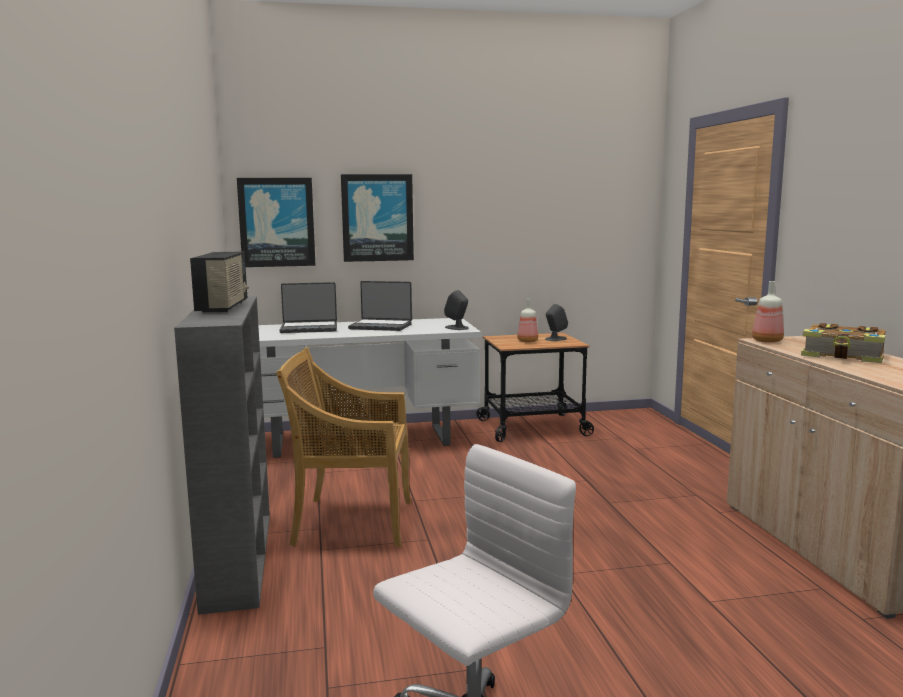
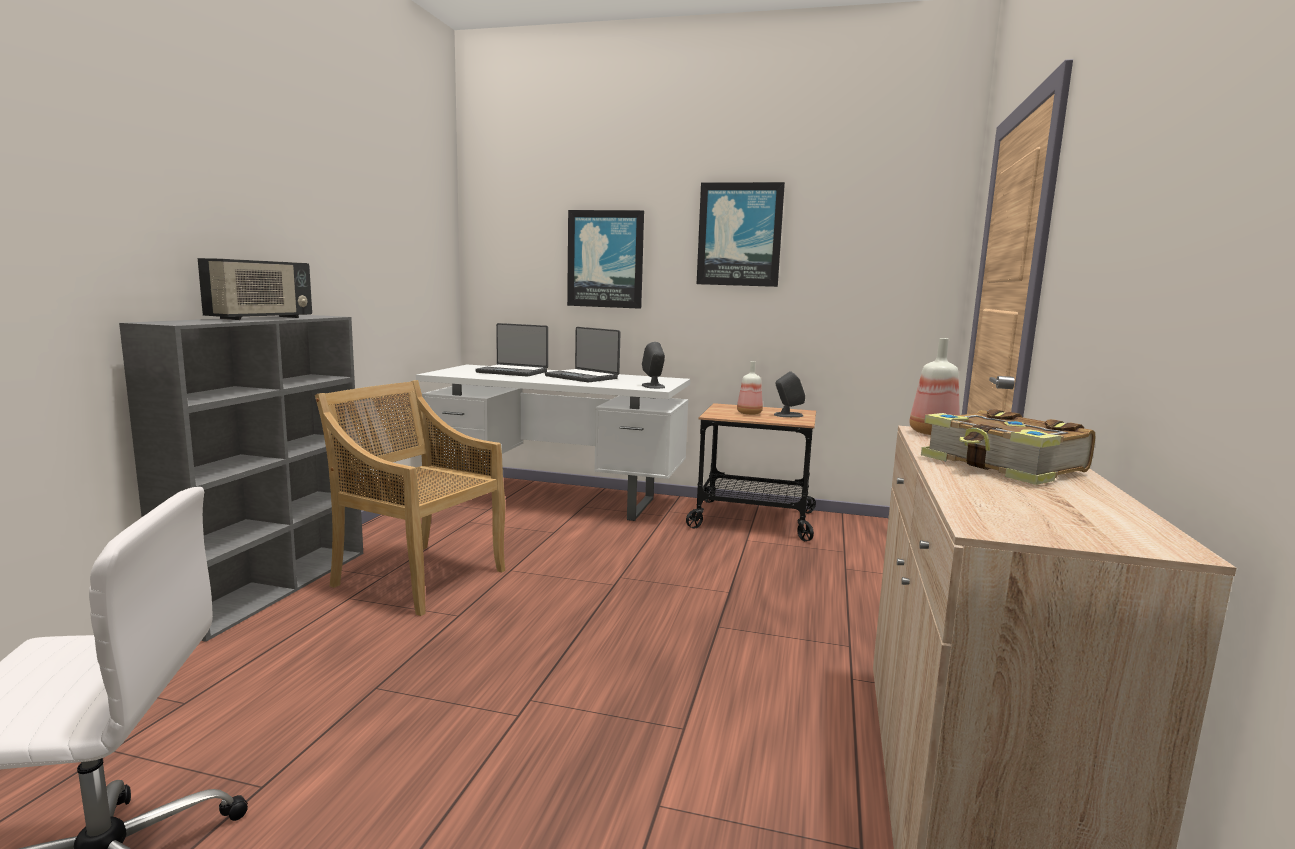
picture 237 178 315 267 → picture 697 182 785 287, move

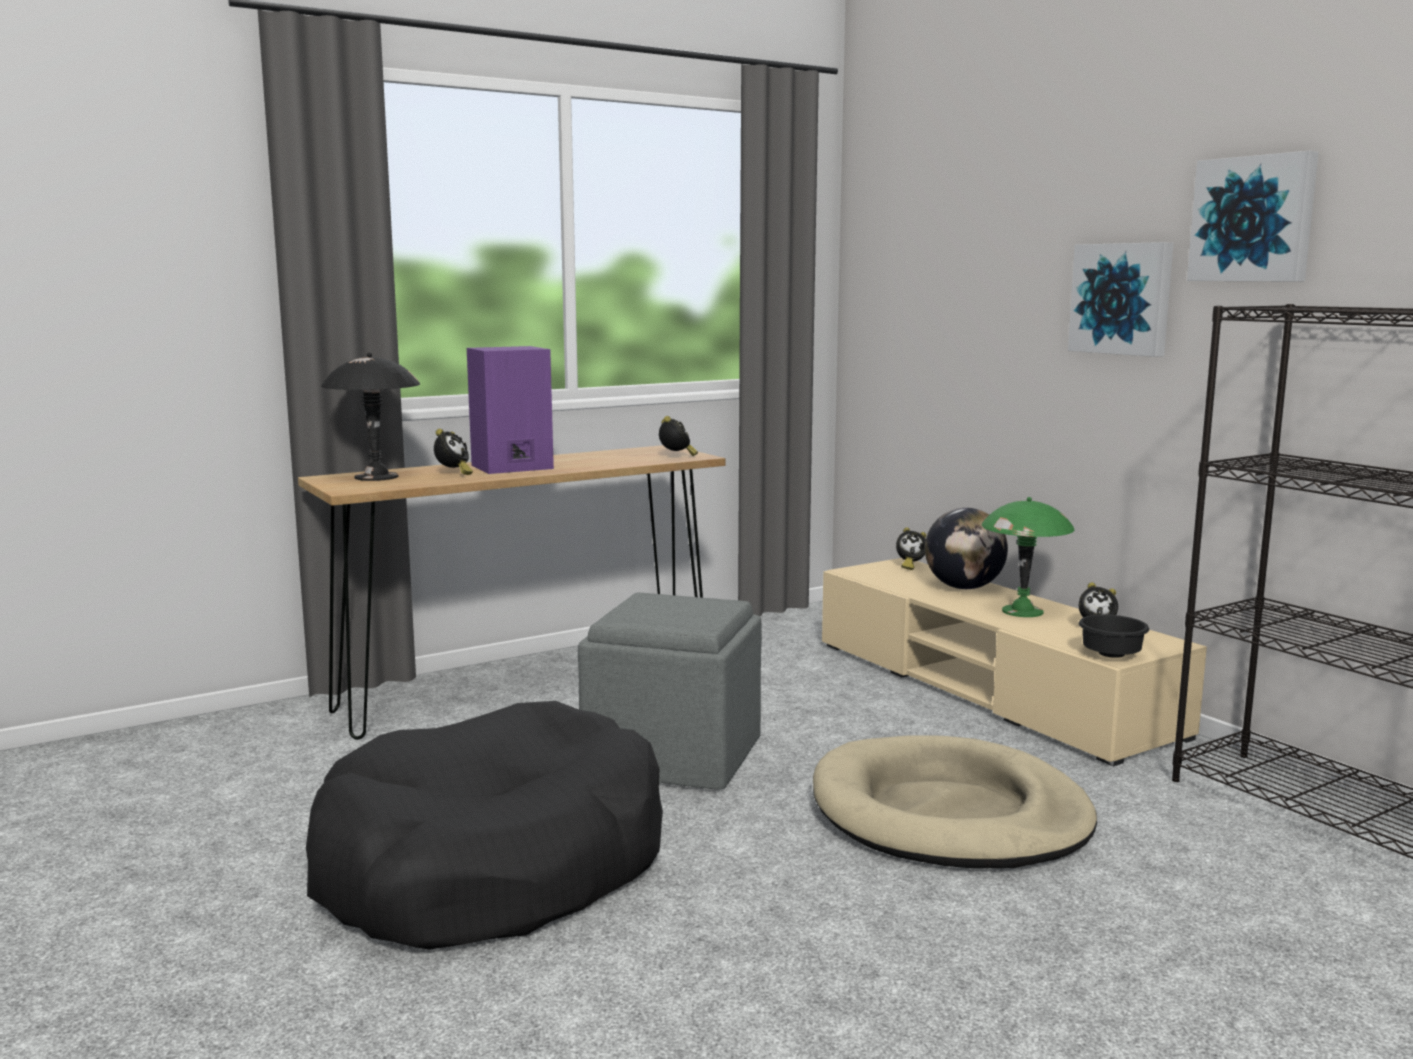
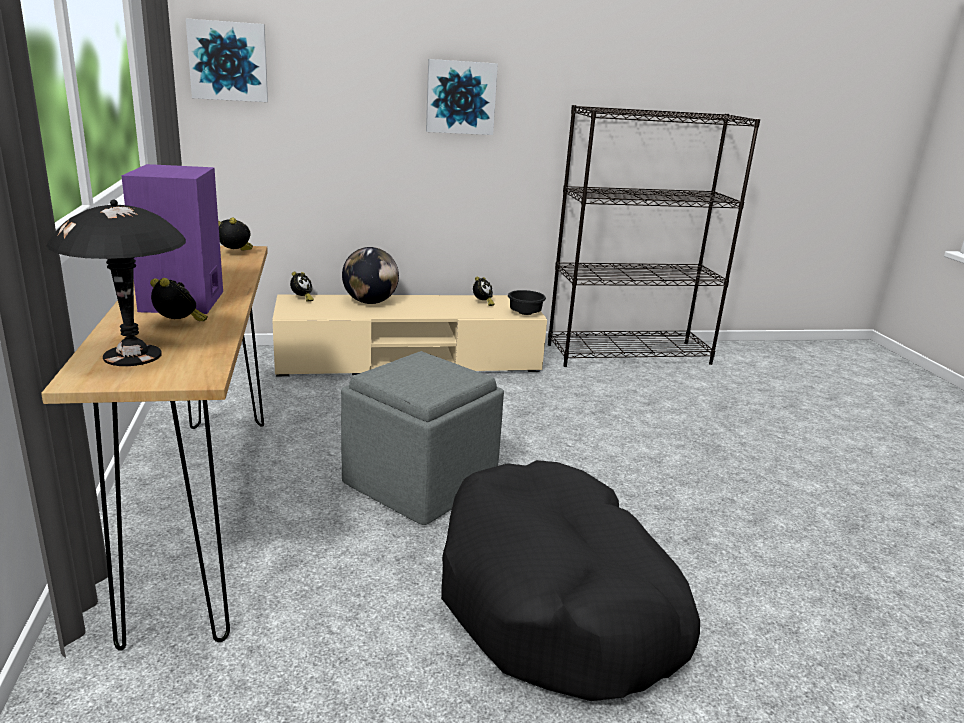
dog bed (beige) 813 735 1097 869 → -
table lamp (green) 982 497 1075 617 → -
picture 1187 151 1318 282 → picture 186 18 268 102, move

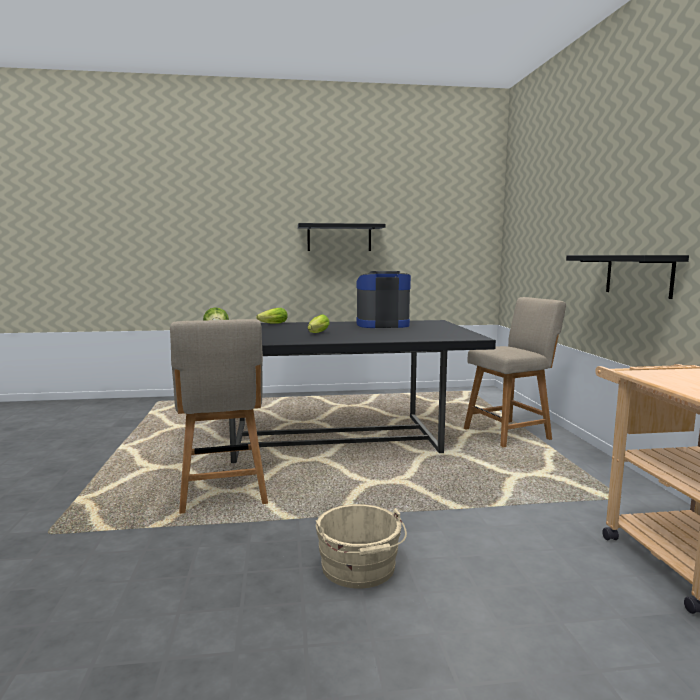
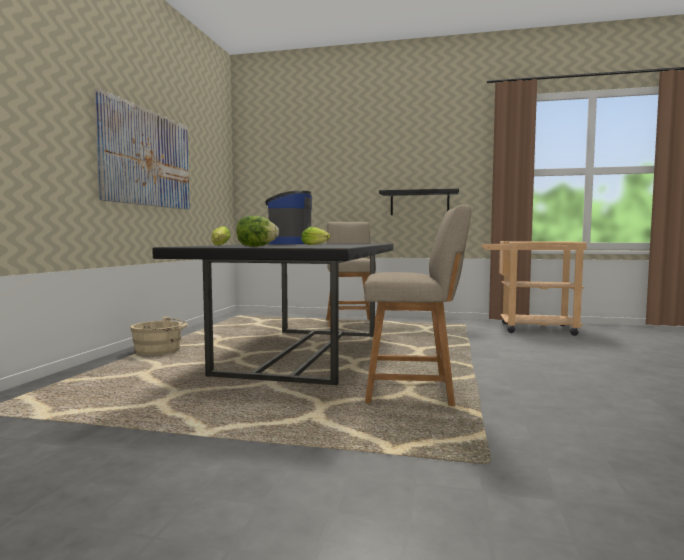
shelf (black) 298 223 385 251 → picture 94 88 190 210
bucket (beige) 316 504 407 589 → bucket (beige) 130 317 188 355, move

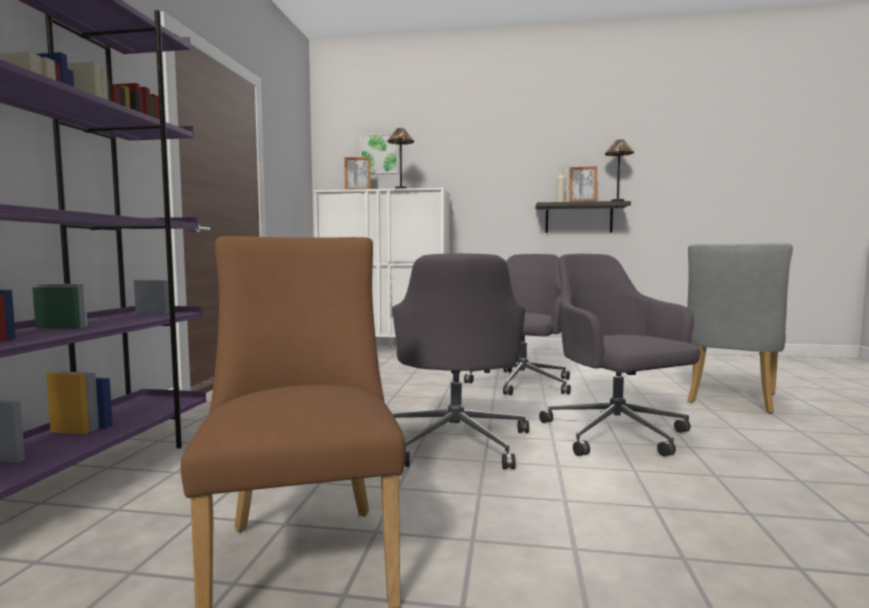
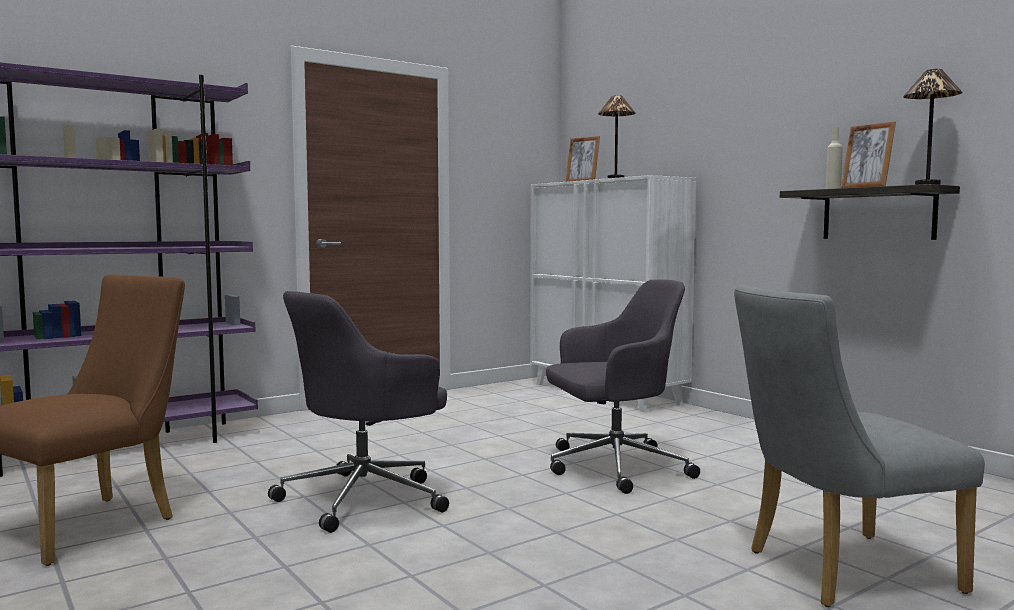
picture 360 133 399 174 → -
office chair (grey) 539 254 700 456 → -

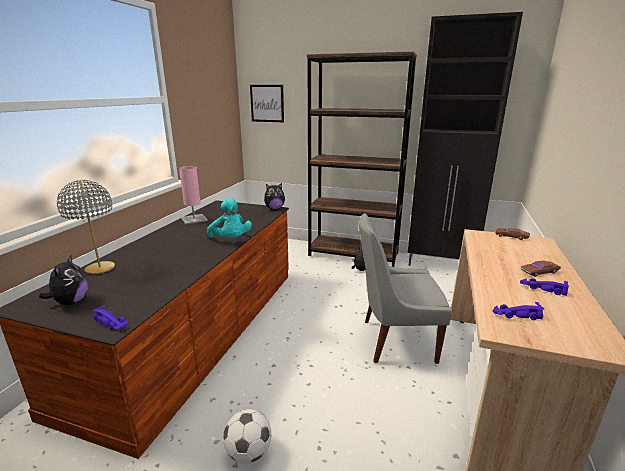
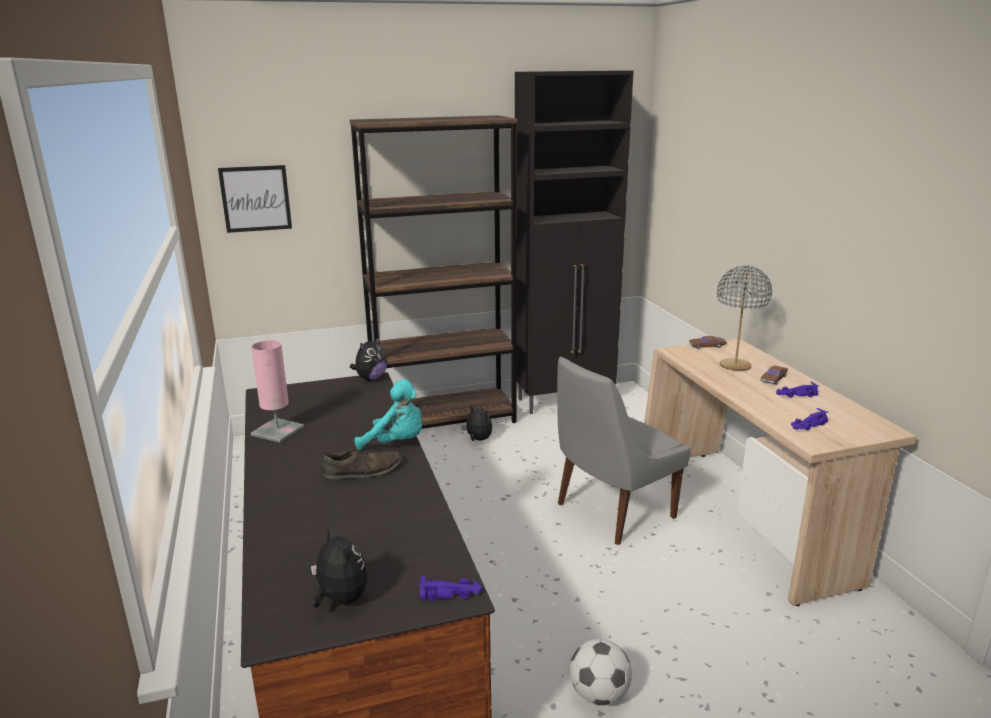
table lamp (grey) 57 180 115 274 → table lamp (grey) 717 265 772 371, move
- → shoe (brown) 322 448 402 480

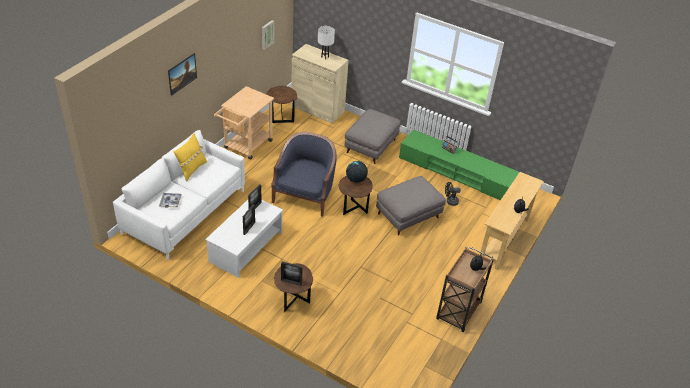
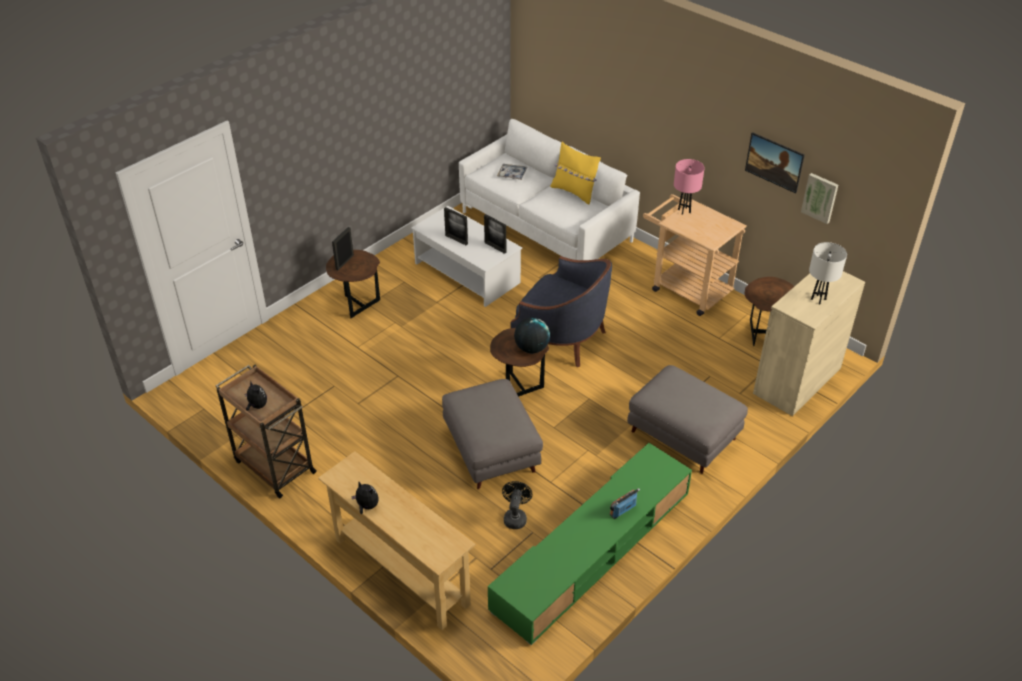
picture 168 53 197 96 → picture 745 132 805 193, move
- → table lamp (pink) 674 159 705 215

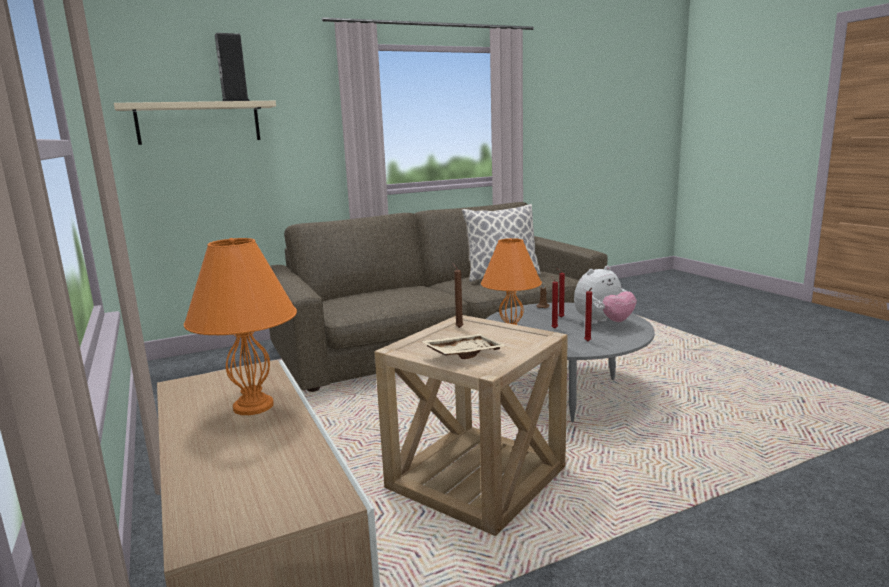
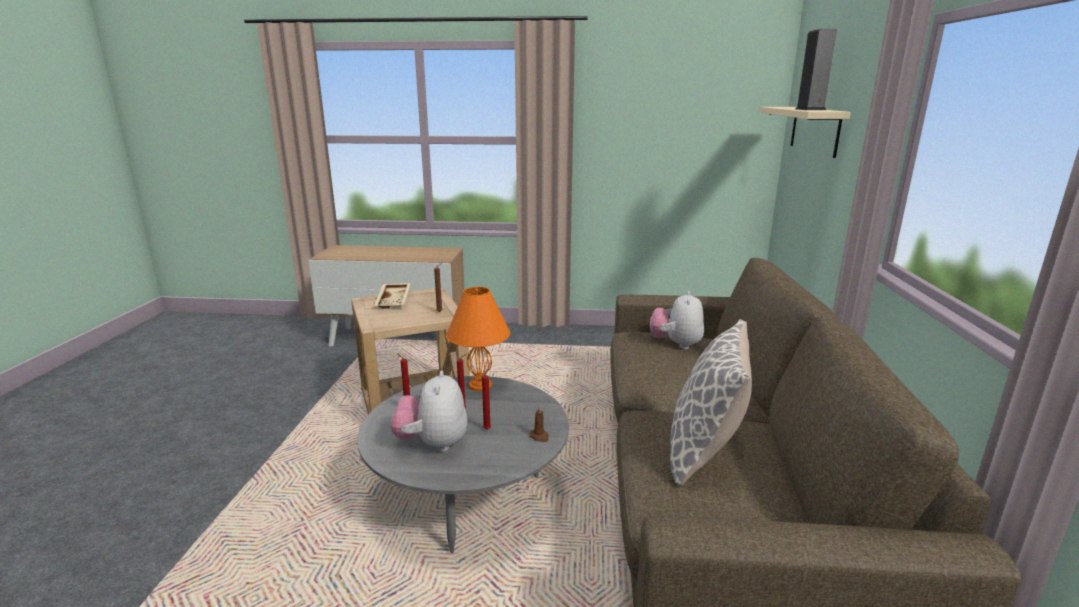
table lamp (orange) 184 238 297 415 → -
- → plush toy 650 291 704 349

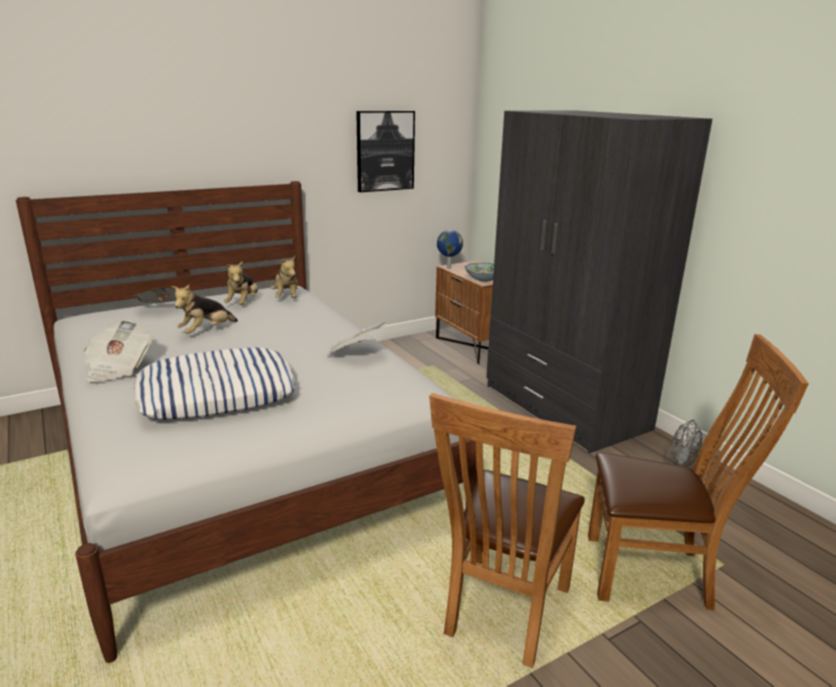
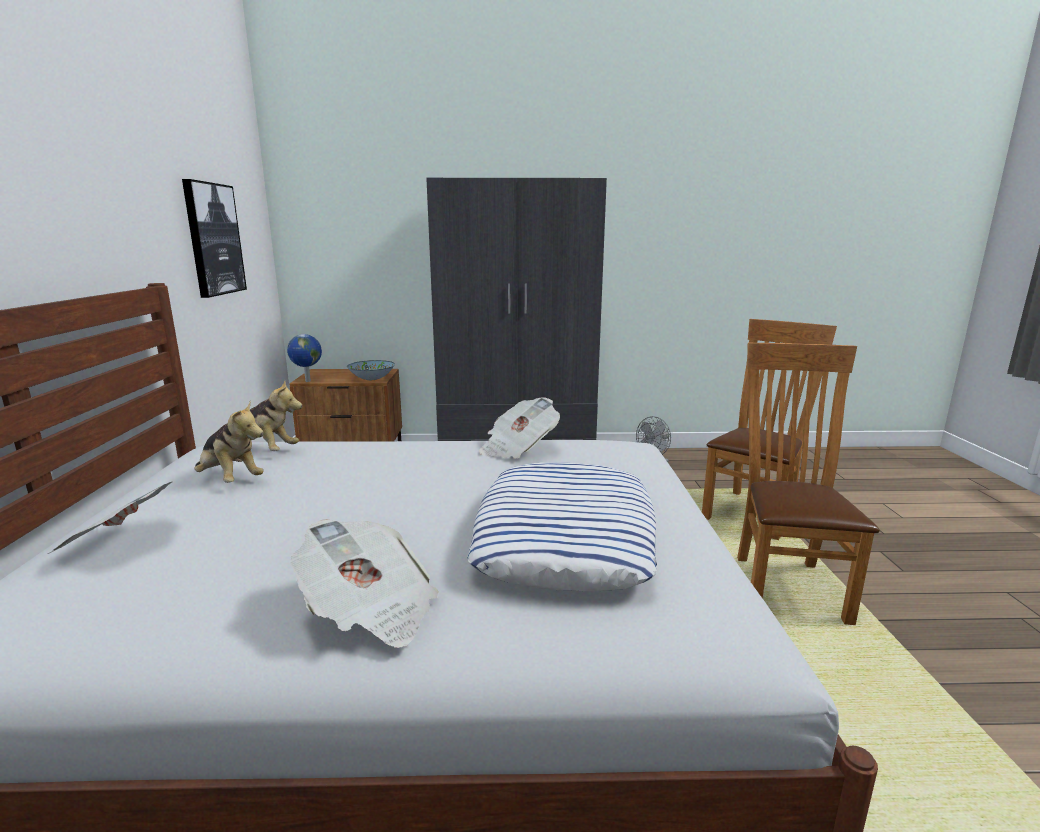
plush toy 171 285 238 334 → -
chair (brown) 429 393 585 668 → chair (brown) 737 343 880 625, 135 degrees counterclockwise

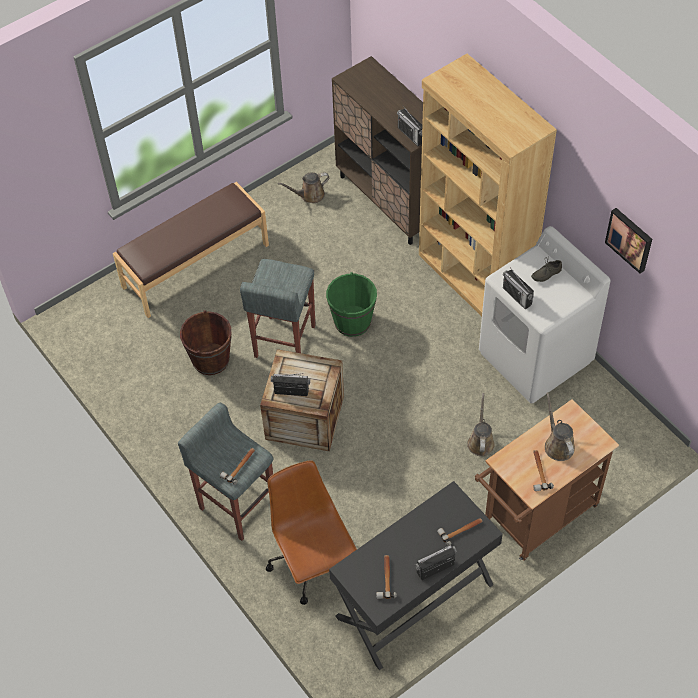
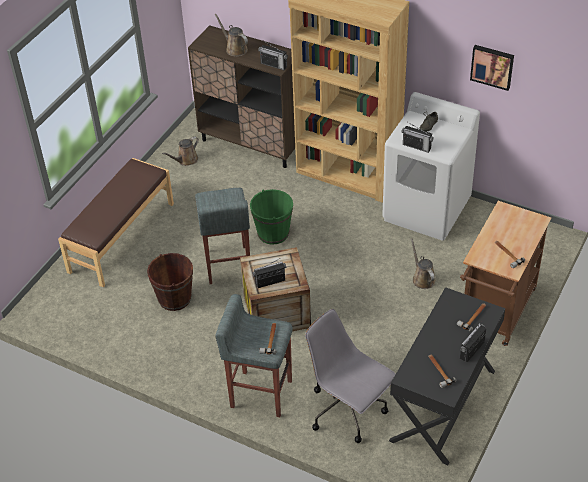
office chair (brown) 266 460 357 605 → office chair (grey) 305 309 396 443
watering can (brown) 545 392 575 461 → watering can (brown) 215 14 248 57, move

